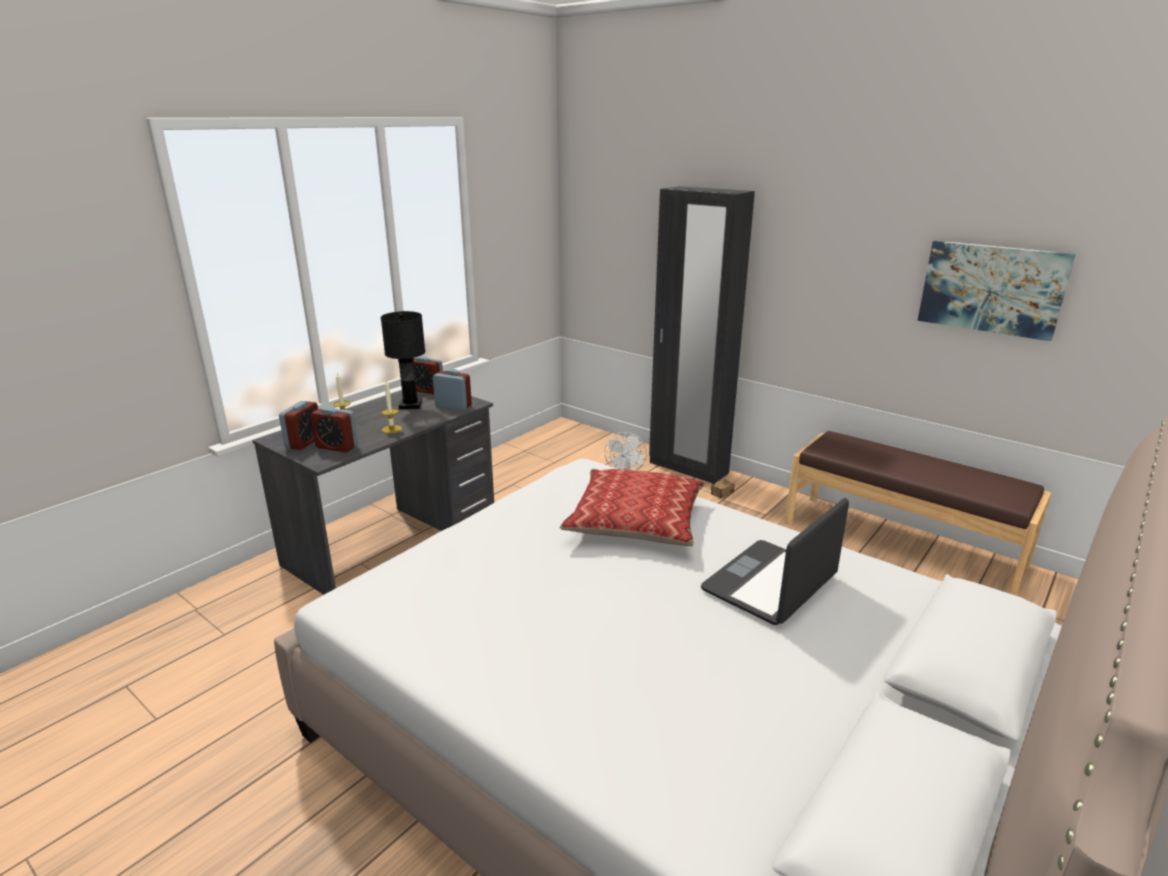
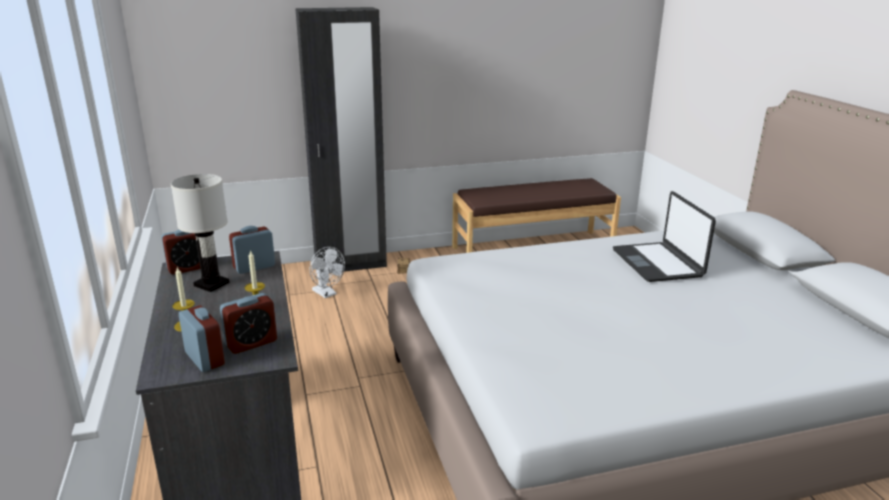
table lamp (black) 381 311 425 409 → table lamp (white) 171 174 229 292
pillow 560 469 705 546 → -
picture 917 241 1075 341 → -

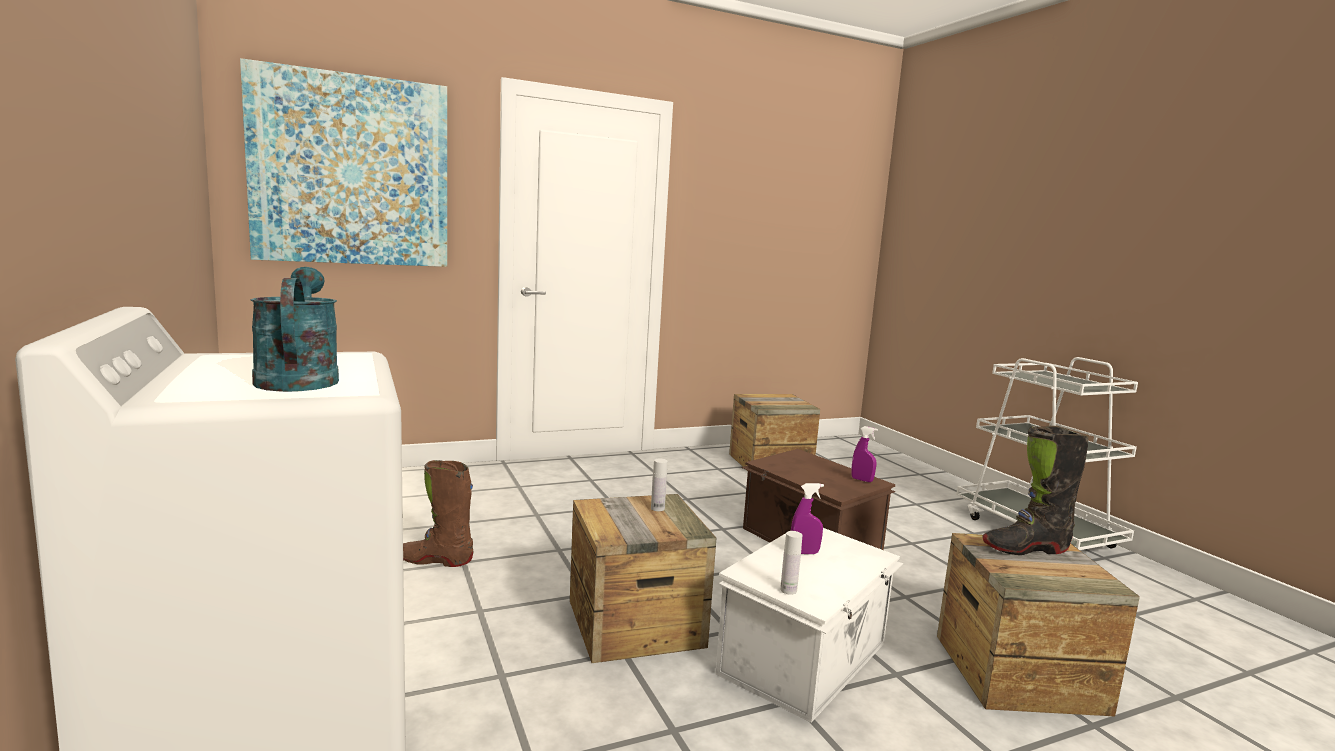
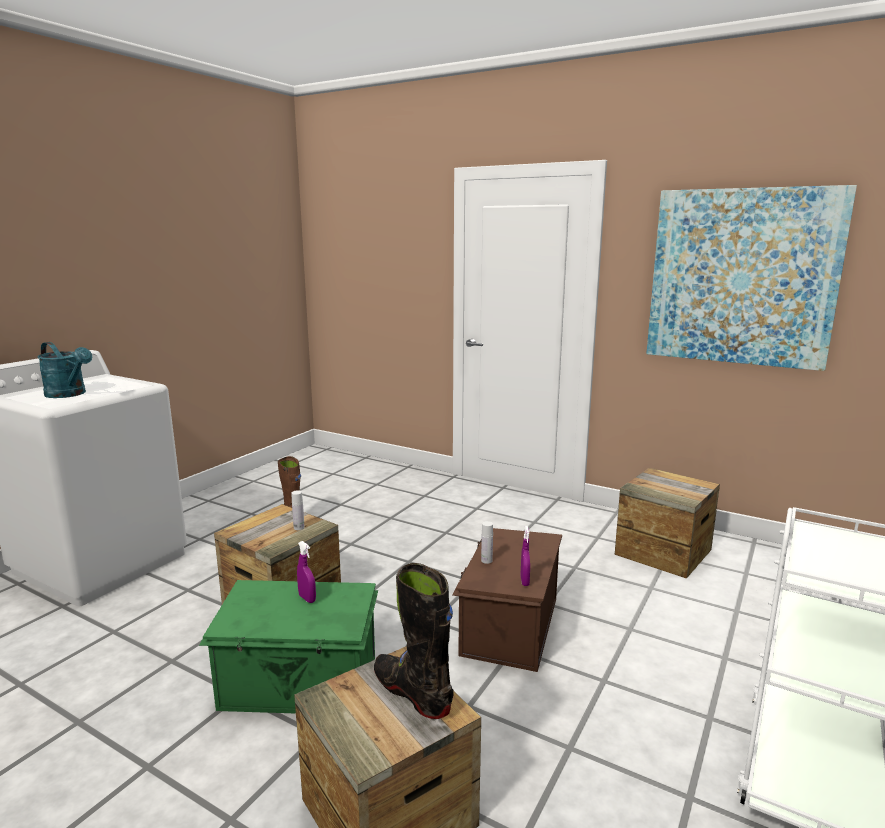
picture 240 58 447 267 → picture 646 185 857 371, move
watering can (turquoise) 251 267 339 392 → watering can (turquoise) 37 342 92 398, 90 degrees clockwise
storage box (white) 715 528 903 723 → storage box (green) 199 580 378 714
bottle (white) 780 531 802 595 → bottle (white) 481 521 493 564, move

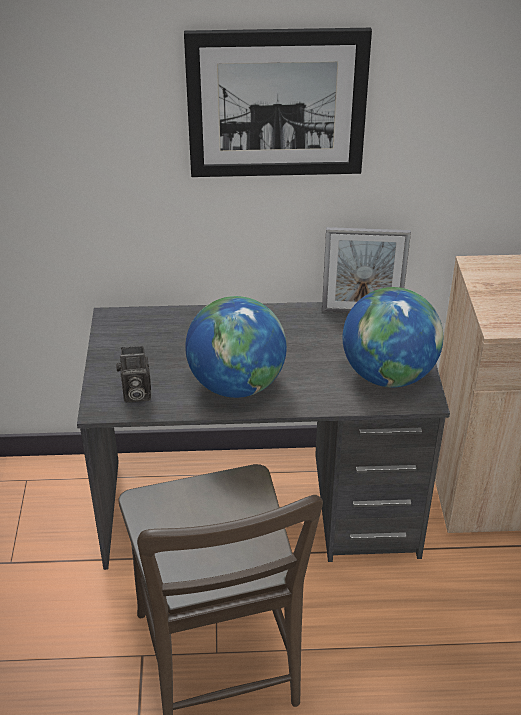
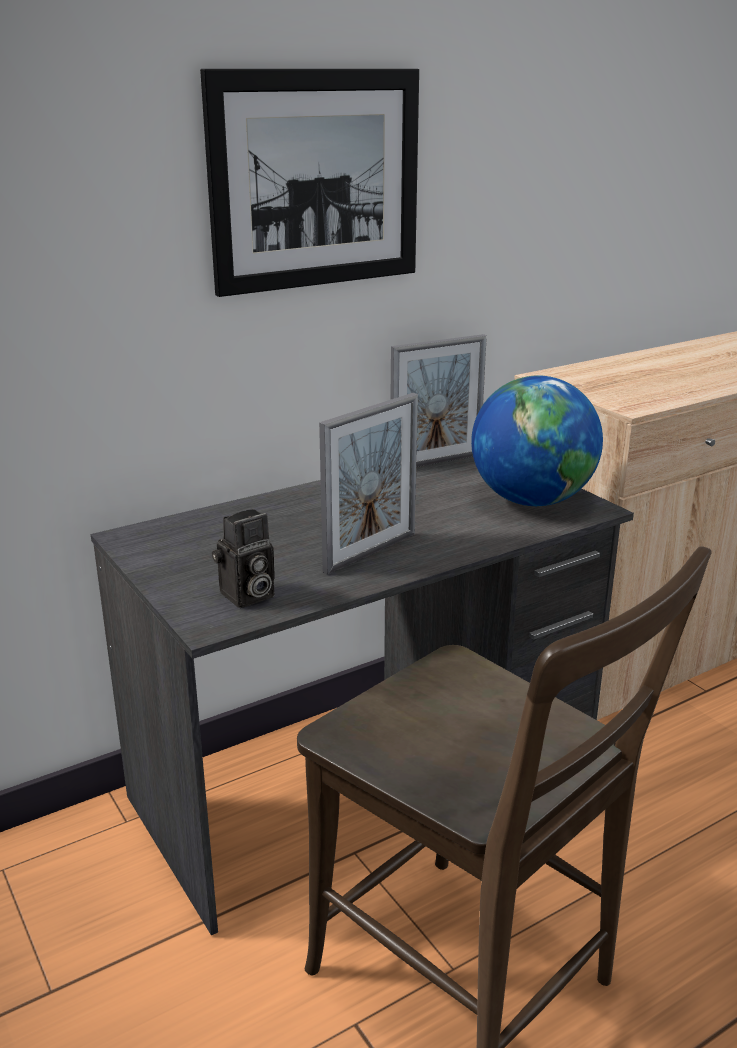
globe 185 296 287 398 → picture frame 319 393 418 575

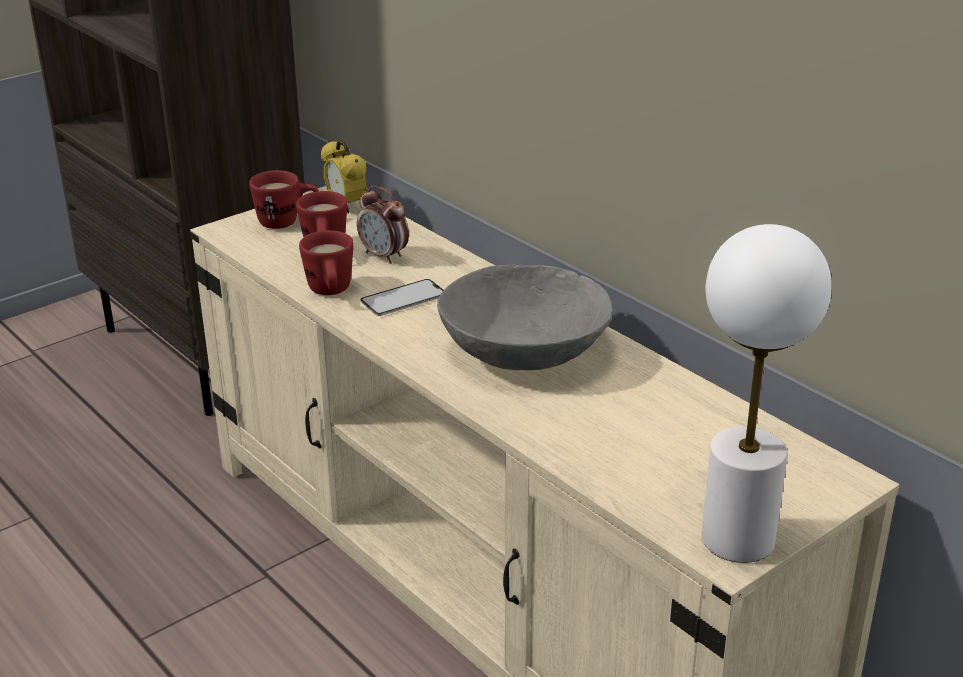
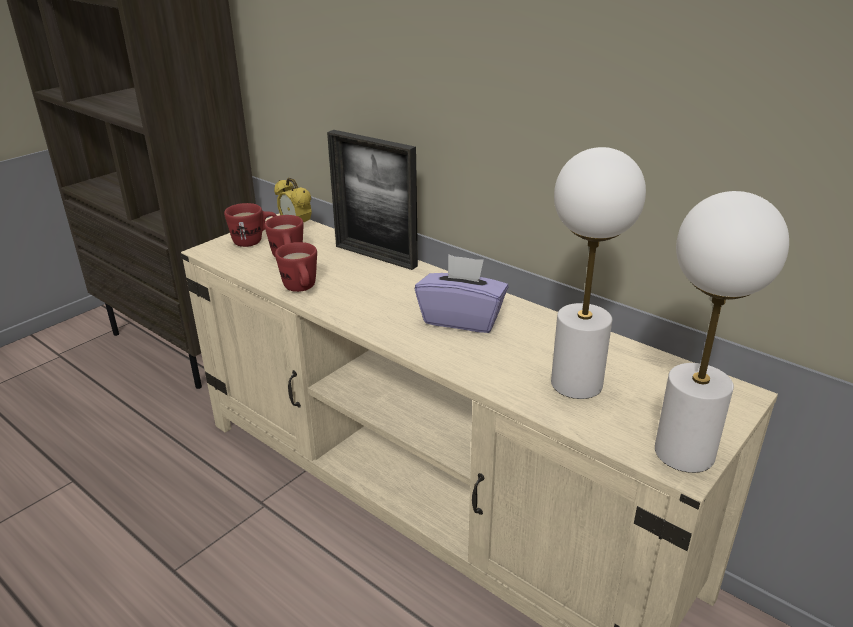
alarm clock 357 185 409 264 → -
phone 360 279 443 316 → -
bowl (grey) 437 265 612 370 → tissue box (purple) 415 254 509 333
- → picture frame 327 130 418 270
- → table lamp (white) 551 147 646 399

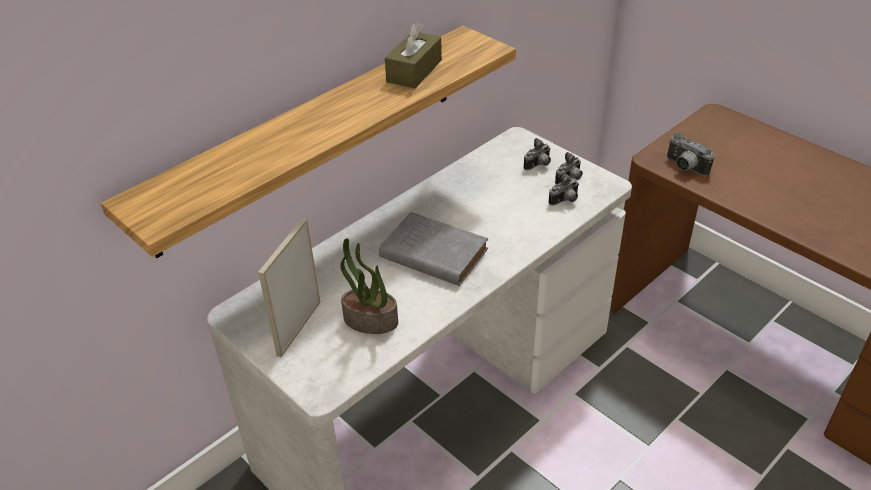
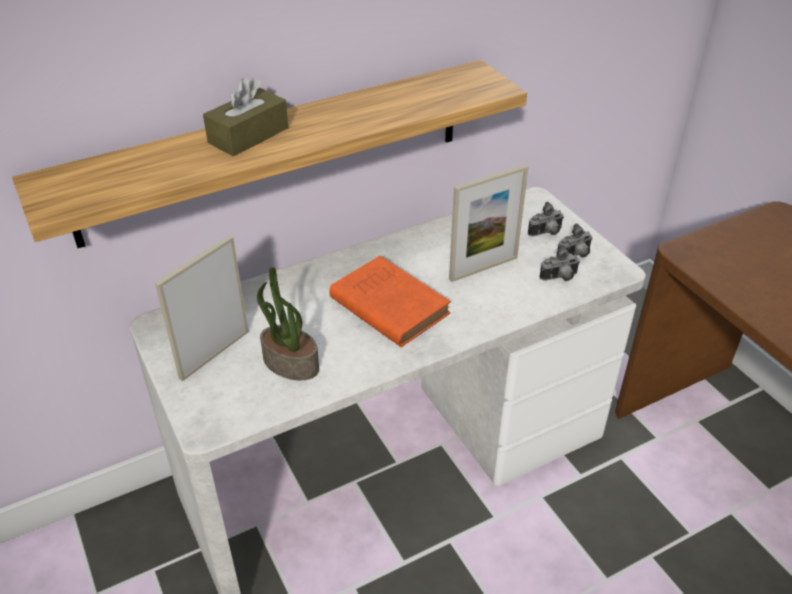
book (grey) 379 212 488 286 → book (orange) 329 256 451 347
tissue box (brown) 385 22 442 88 → tissue box (brown) 203 78 288 156, move
photo camera 667 133 715 177 → -
- → picture frame 449 164 528 282

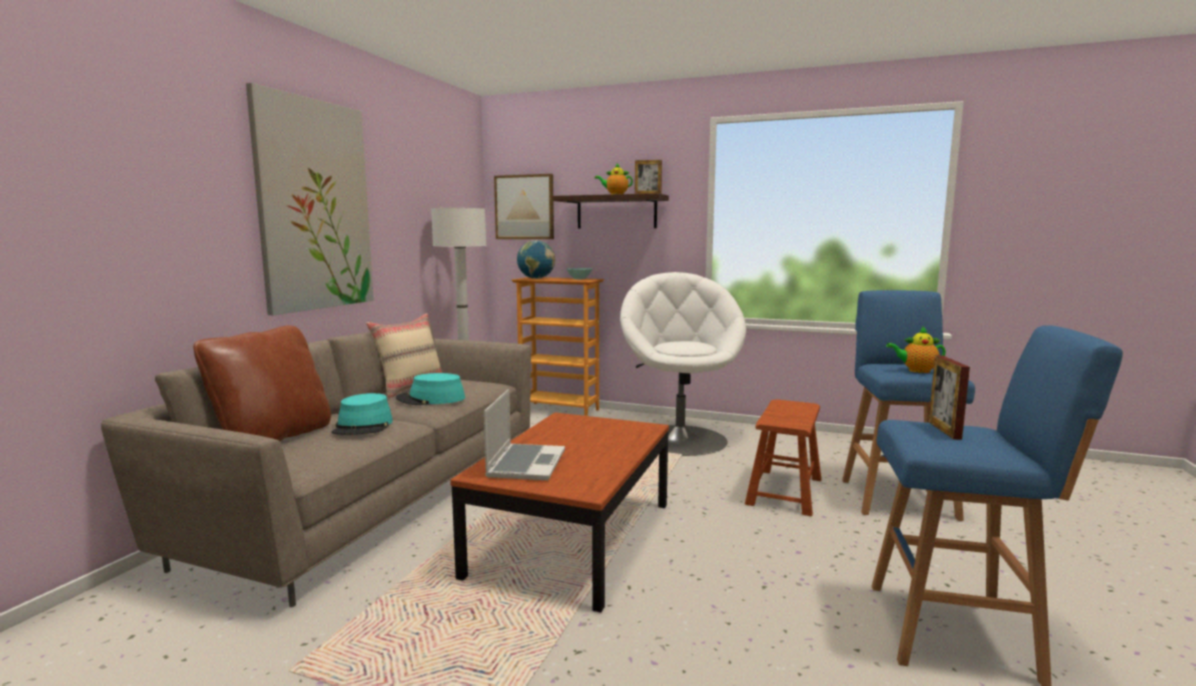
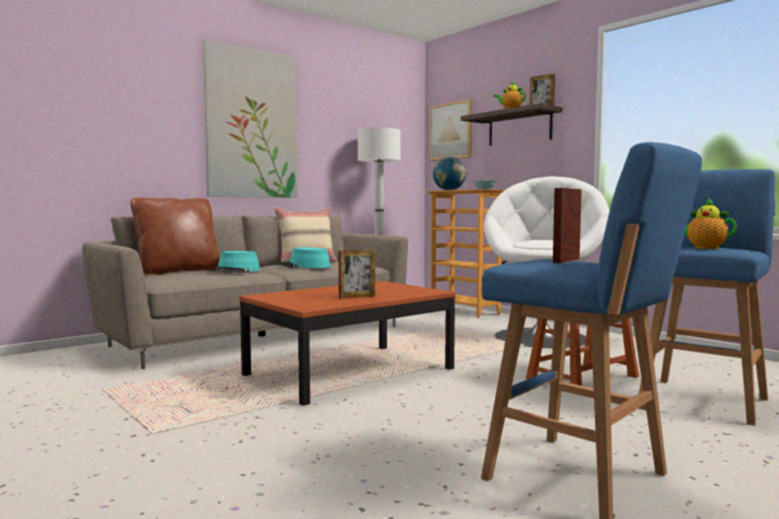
laptop 484 389 565 480 → -
- → picture frame 339 250 375 298

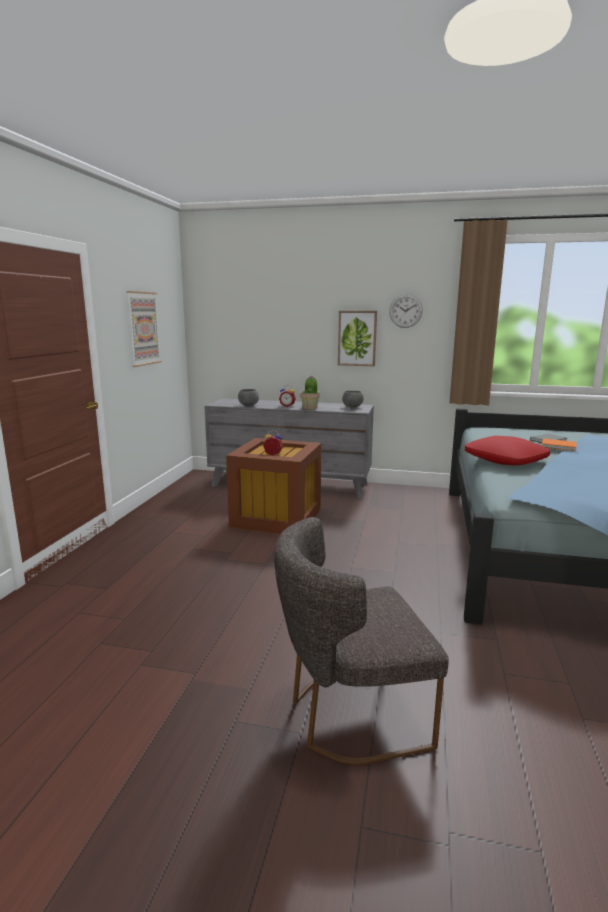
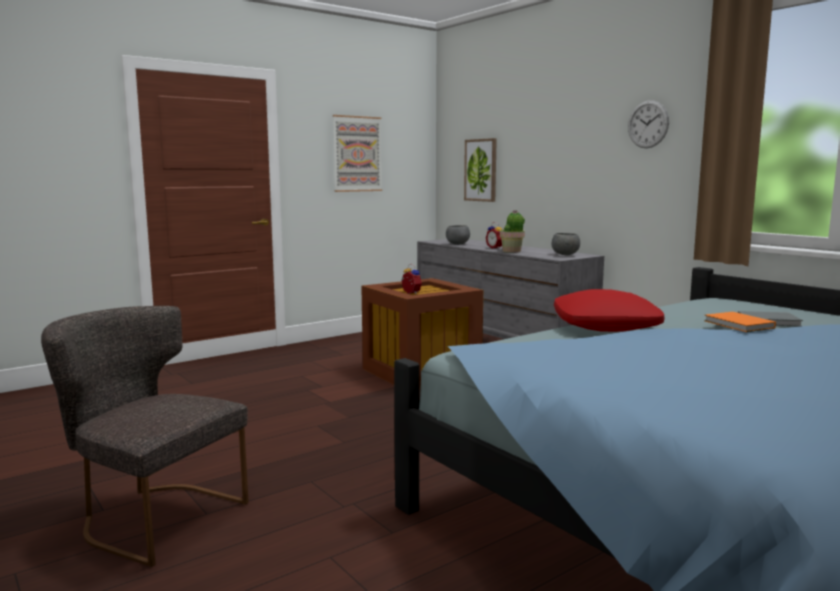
picture 338 311 377 366 → picture 464 138 497 202, move

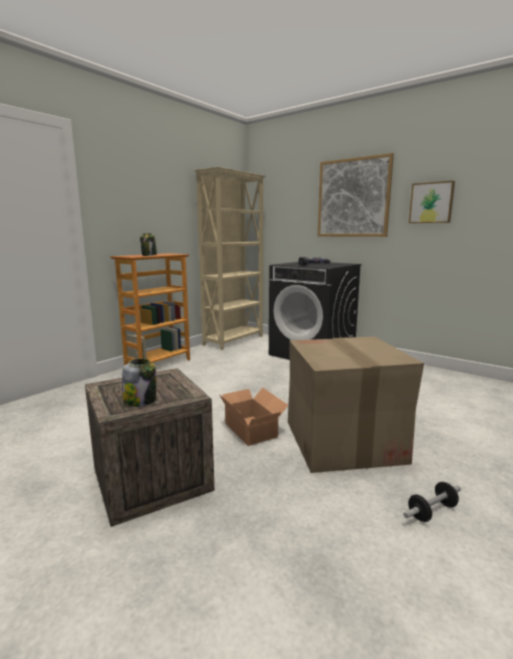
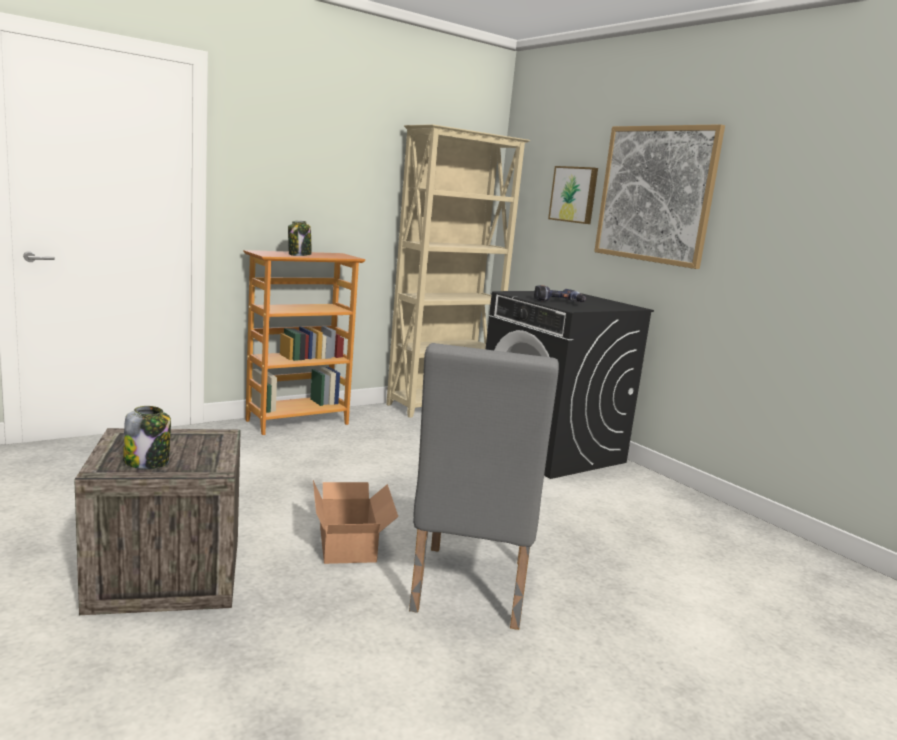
cardboard box 288 337 424 473 → chair (grey) 409 343 559 630
dumbbell 403 482 461 522 → -
picture 409 181 455 223 → picture 548 166 598 224, move

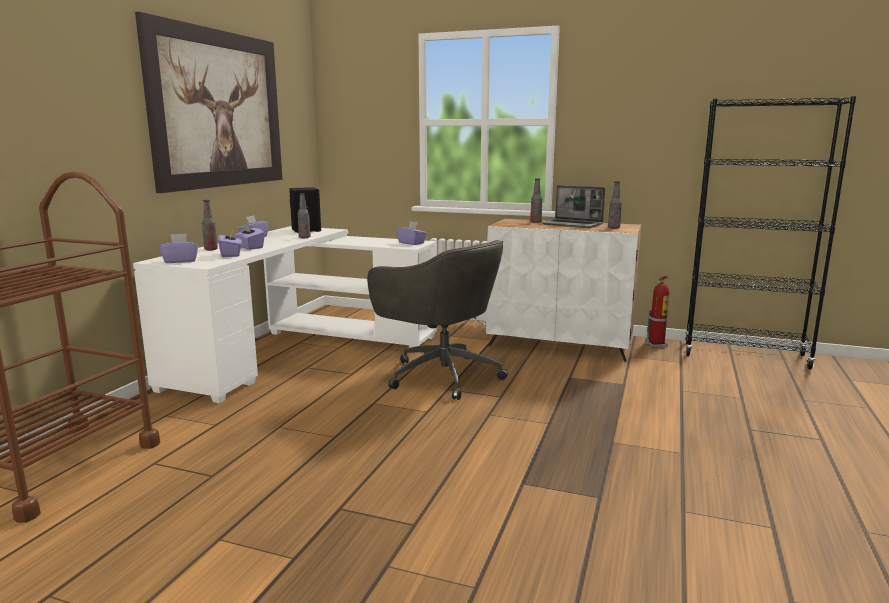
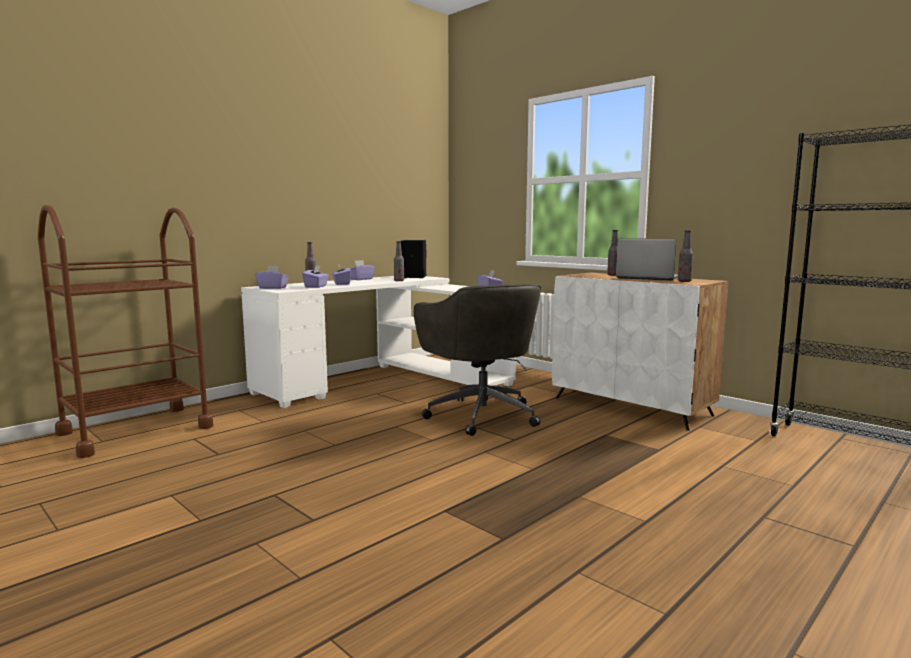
picture 135 12 282 193 → -
laptop 541 185 605 228 → laptop 616 238 678 281, 150 degrees clockwise
fire extinguisher 646 275 669 348 → -

